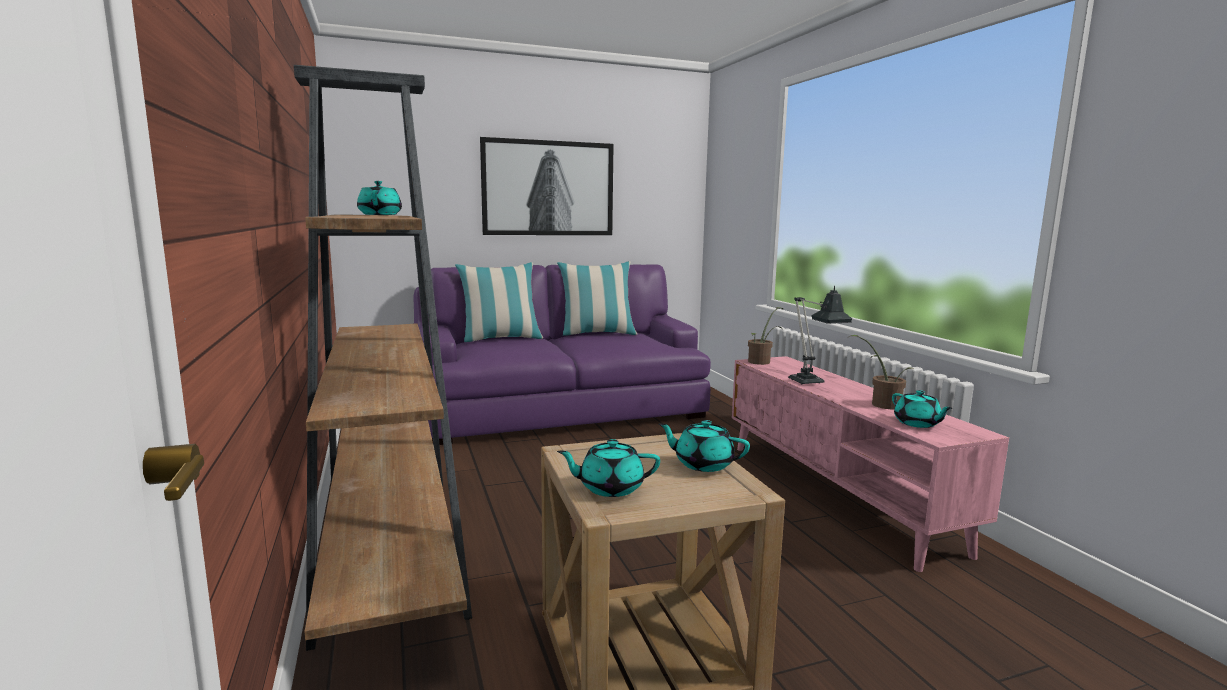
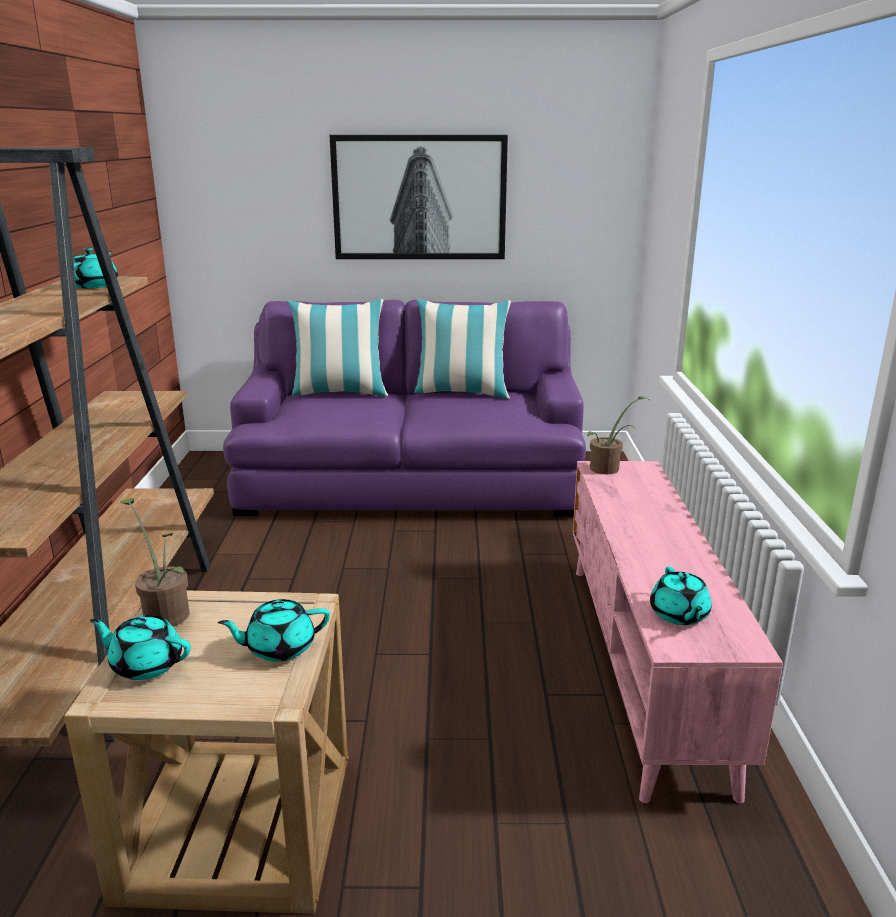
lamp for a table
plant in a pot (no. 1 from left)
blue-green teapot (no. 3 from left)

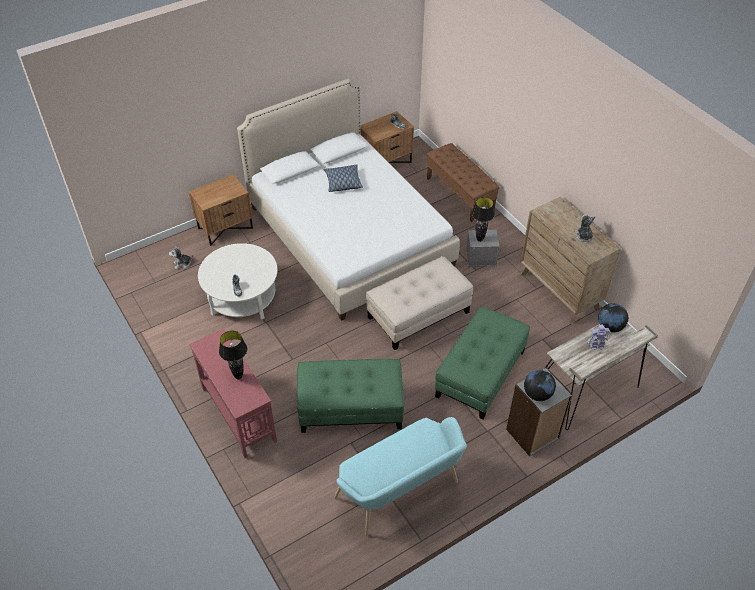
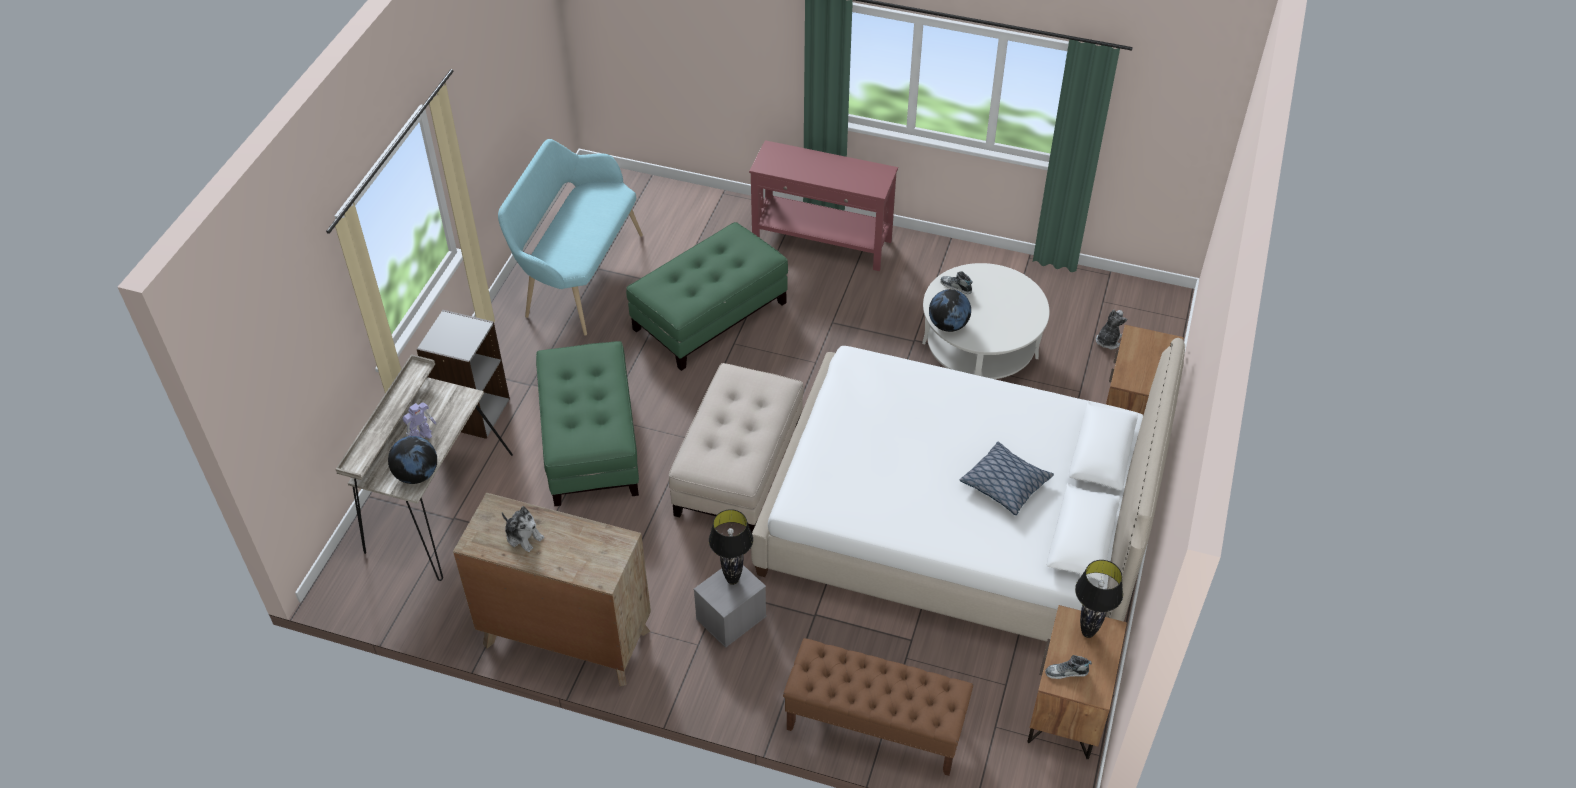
black lamp for a table (no. 2 from left)
desk globe (no. 2 from left)

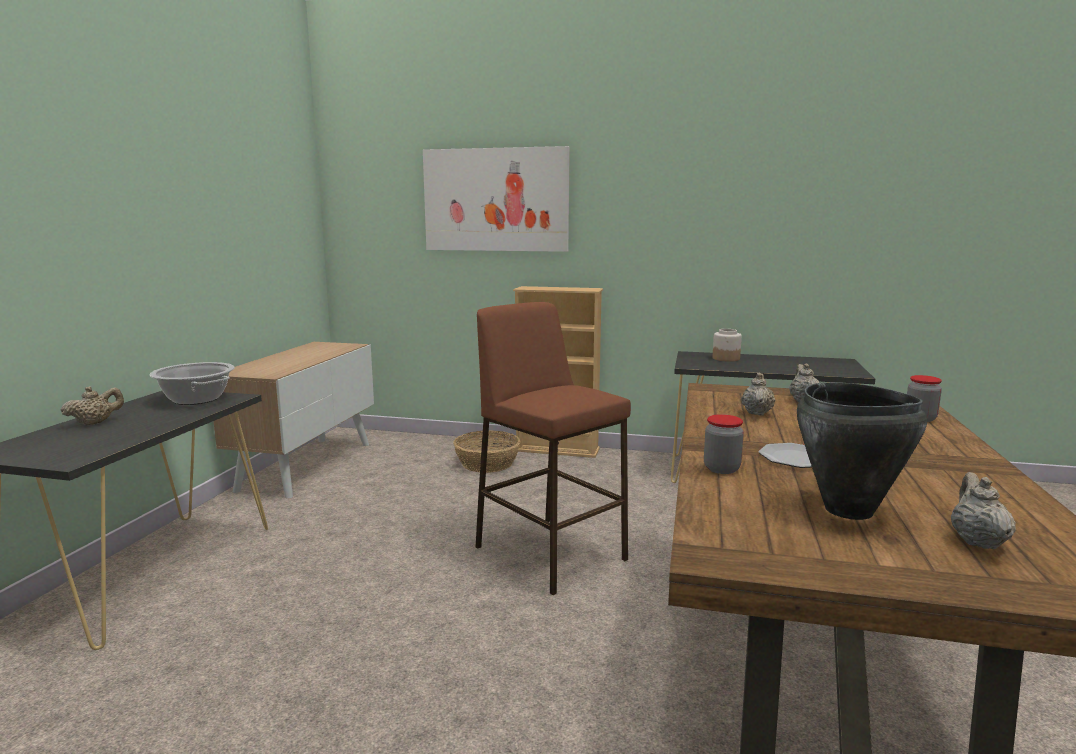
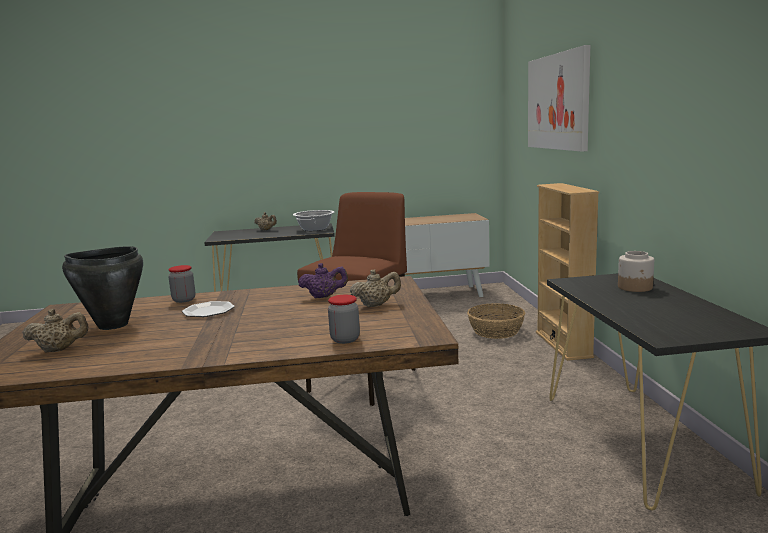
purple teapot

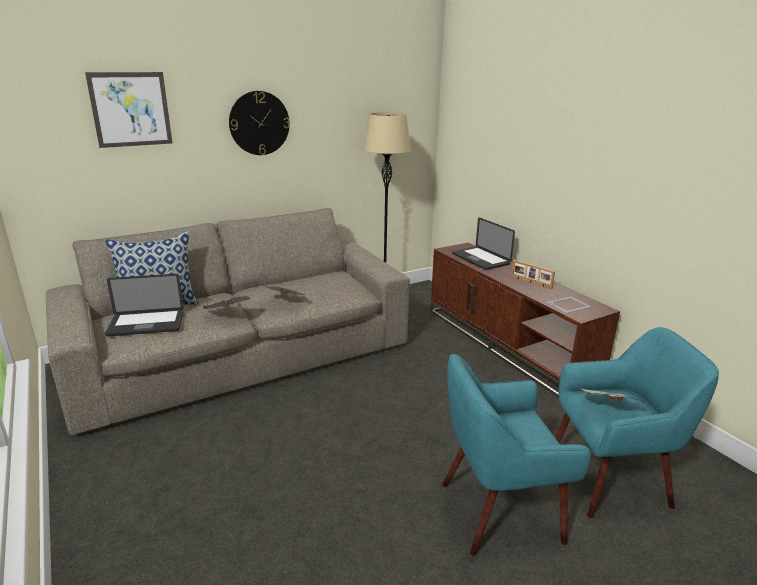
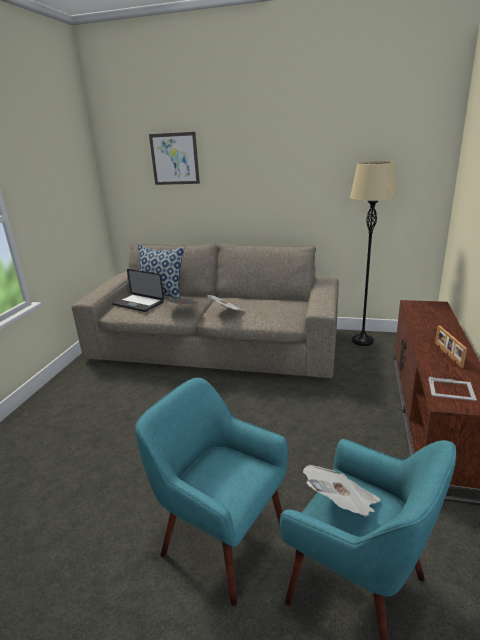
hanging clock
portable computer (no. 2 from left in the first image)

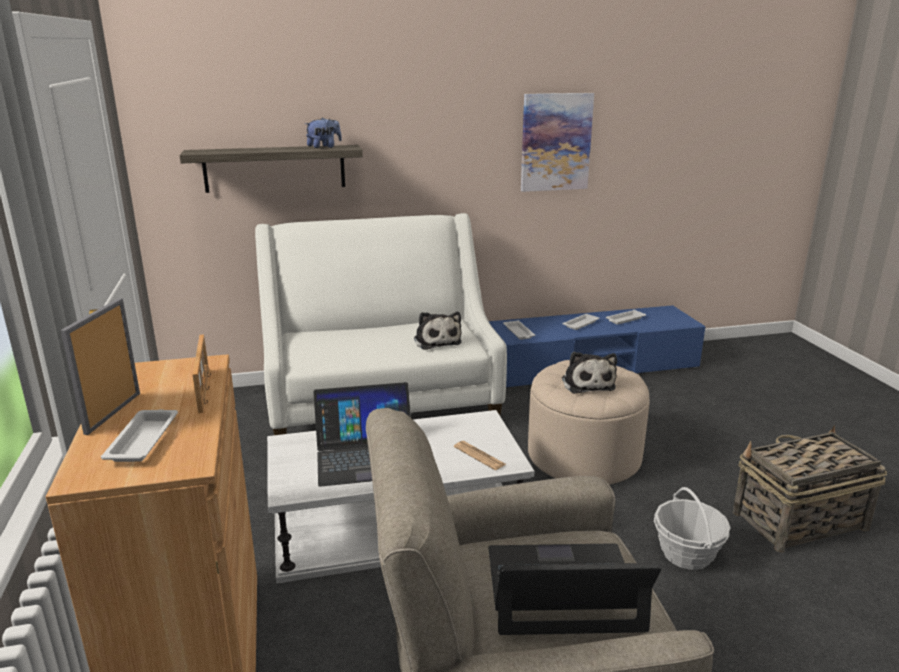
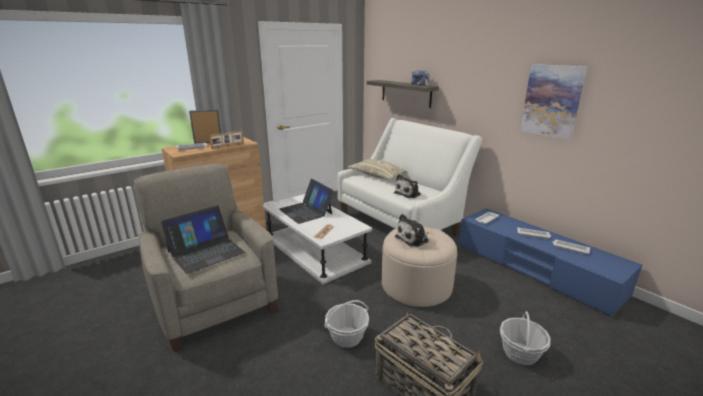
portable computer (no. 1 from left)
beige-coloured cushion
household basket (no. 3 from left)

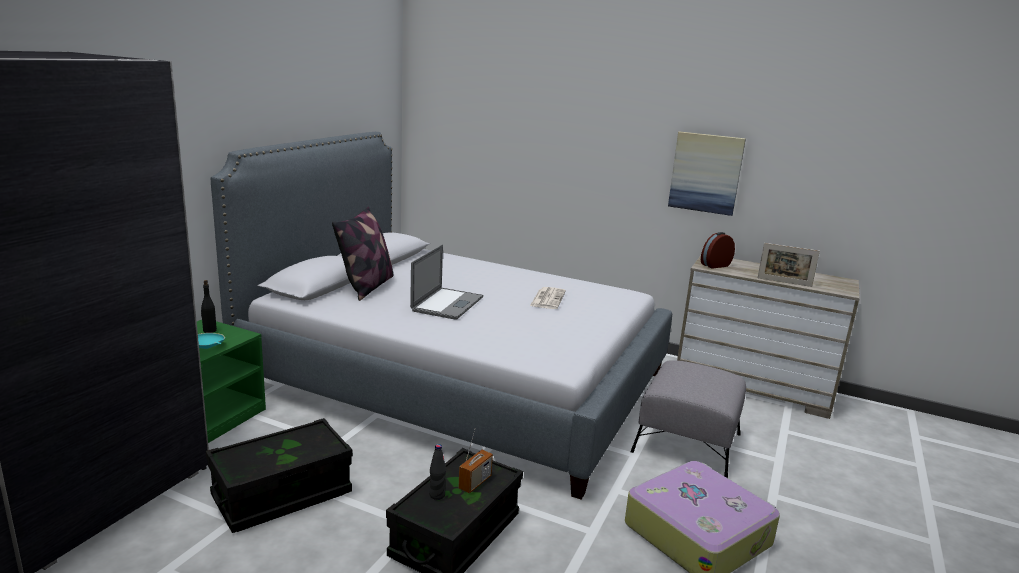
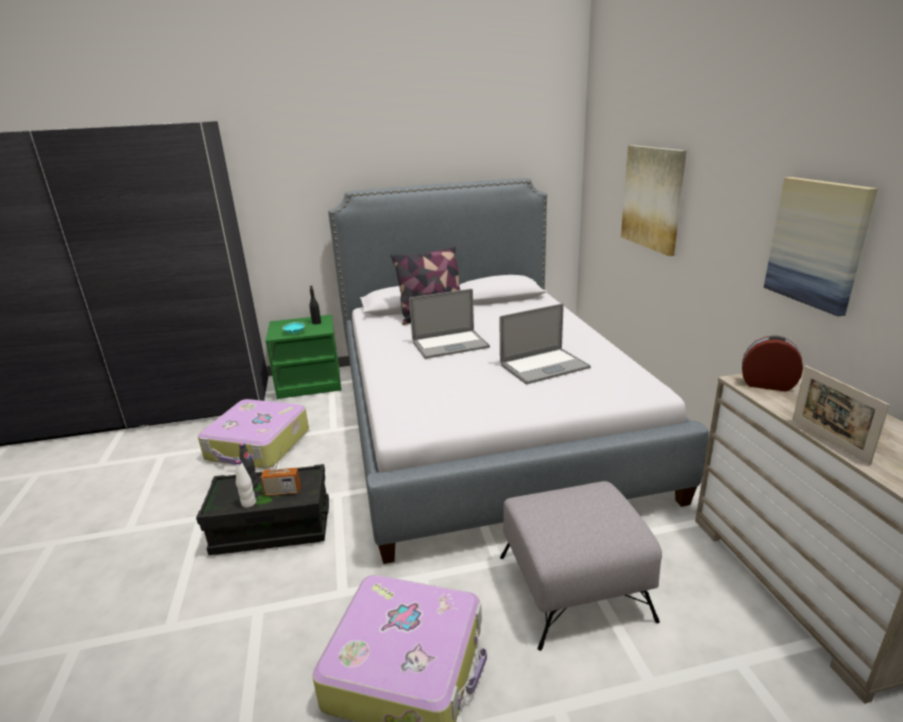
portable computer (no. 2 from left)
piece of luggage (no. 1 from left)
wall art (no. 1 from left)
white drink bottle

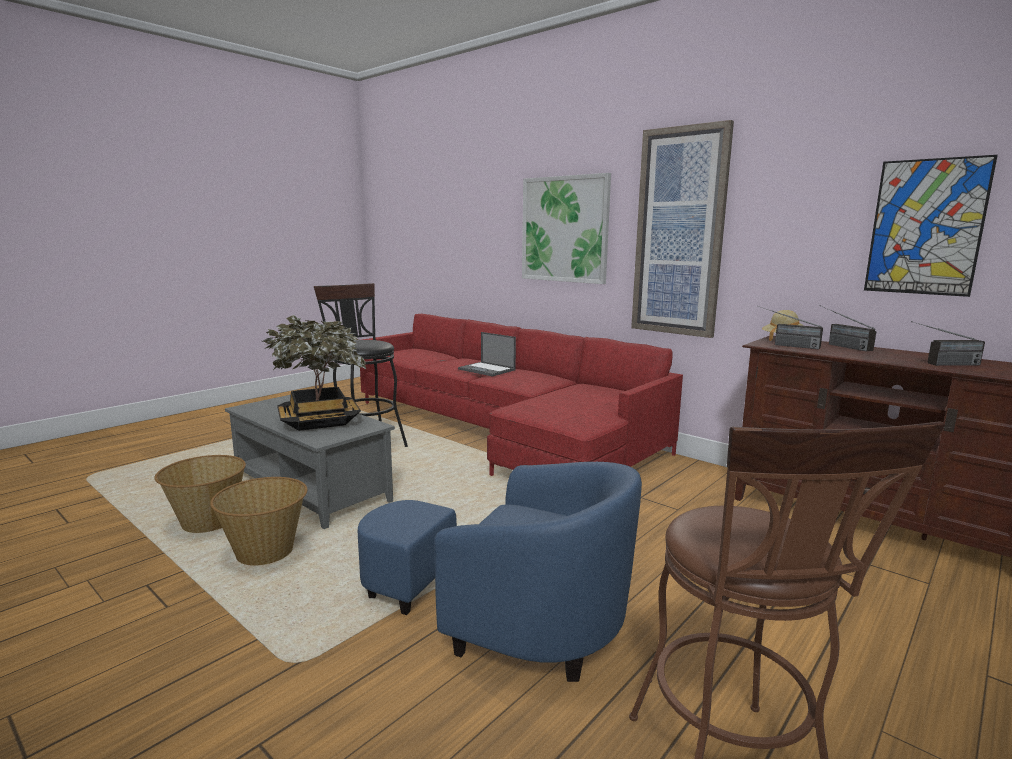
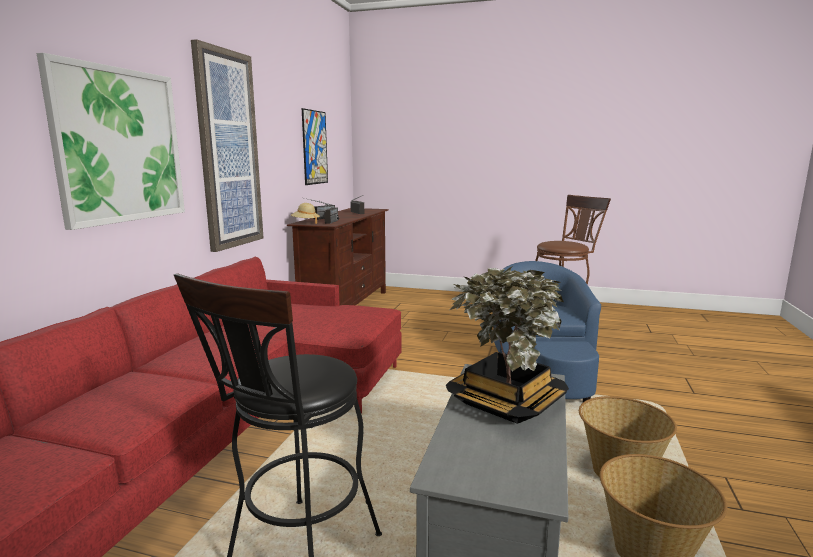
portable computer

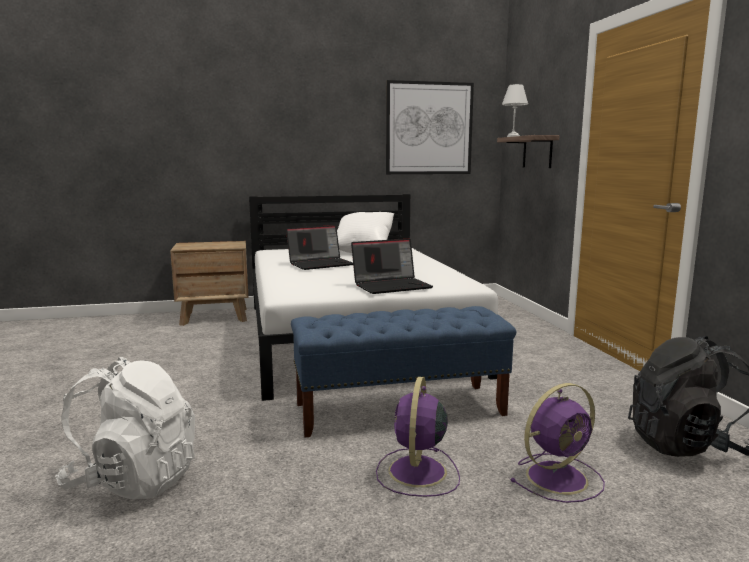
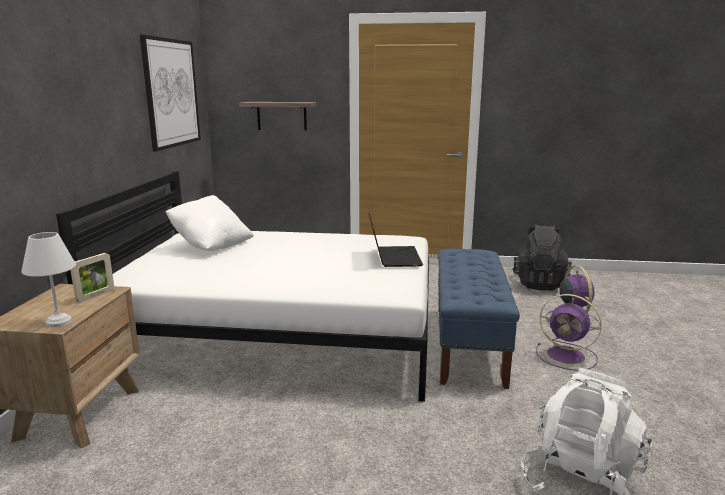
white lamp for a table
portable computer (no. 1 from left in the first image)
picture frame

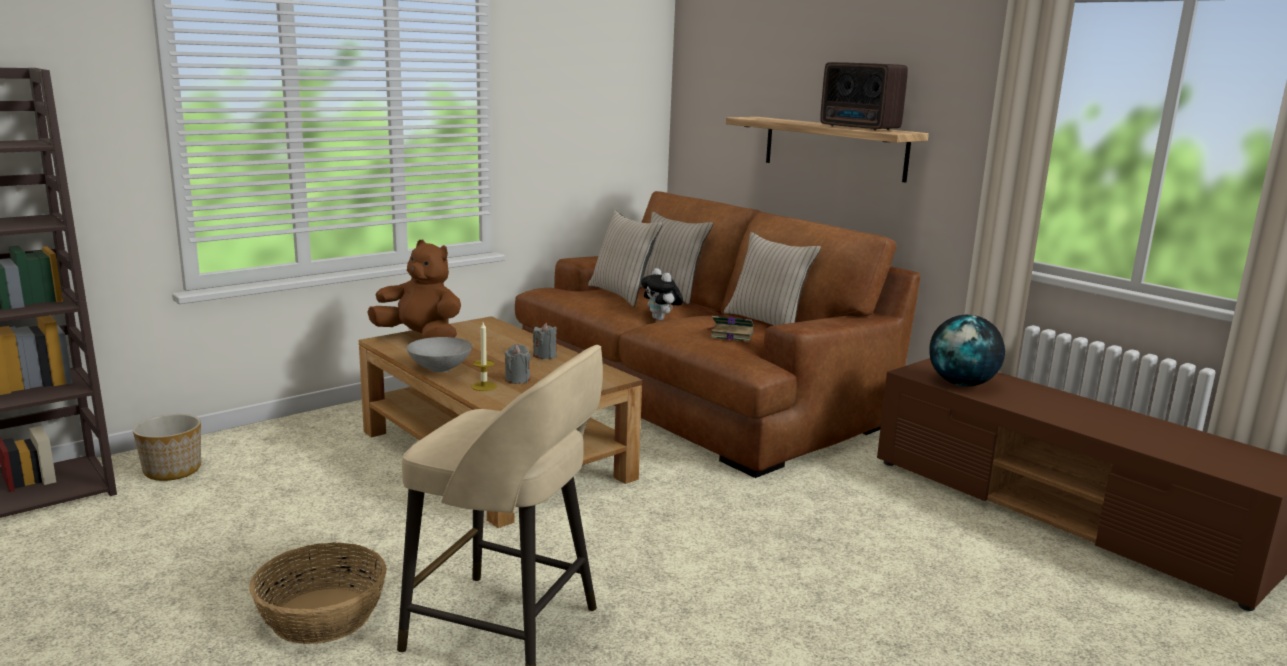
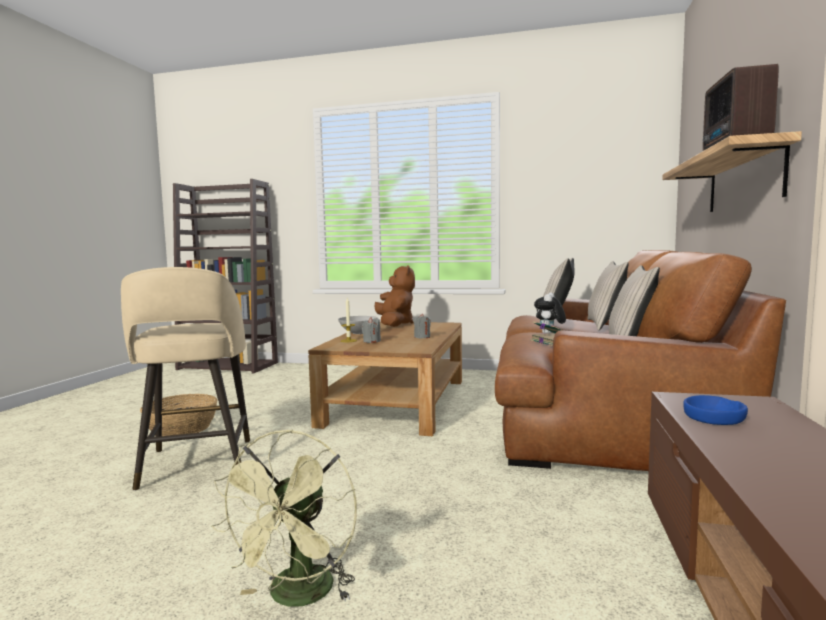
blue deep dish
plant pot
green fan

